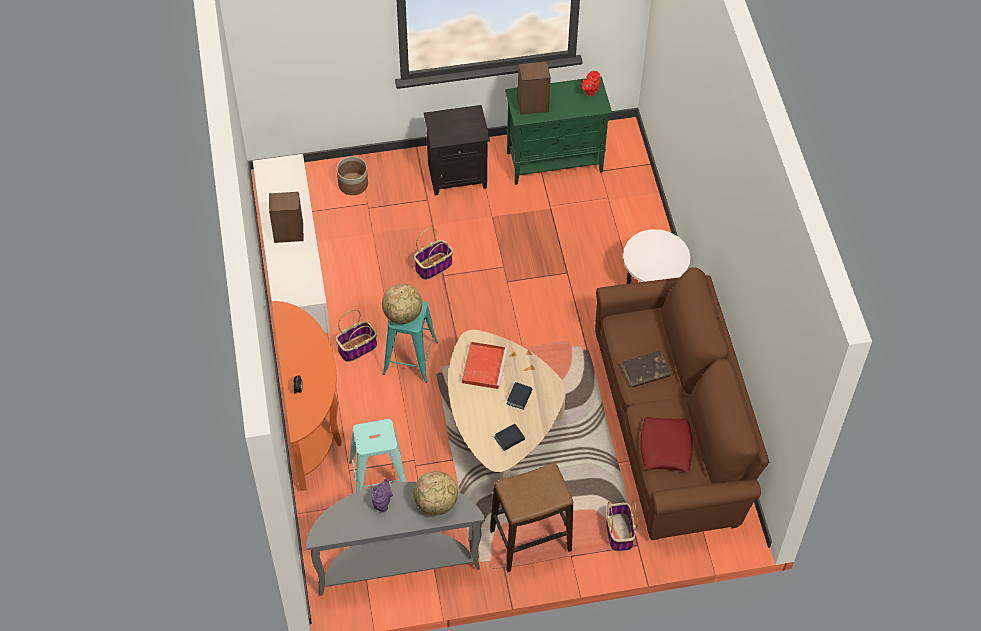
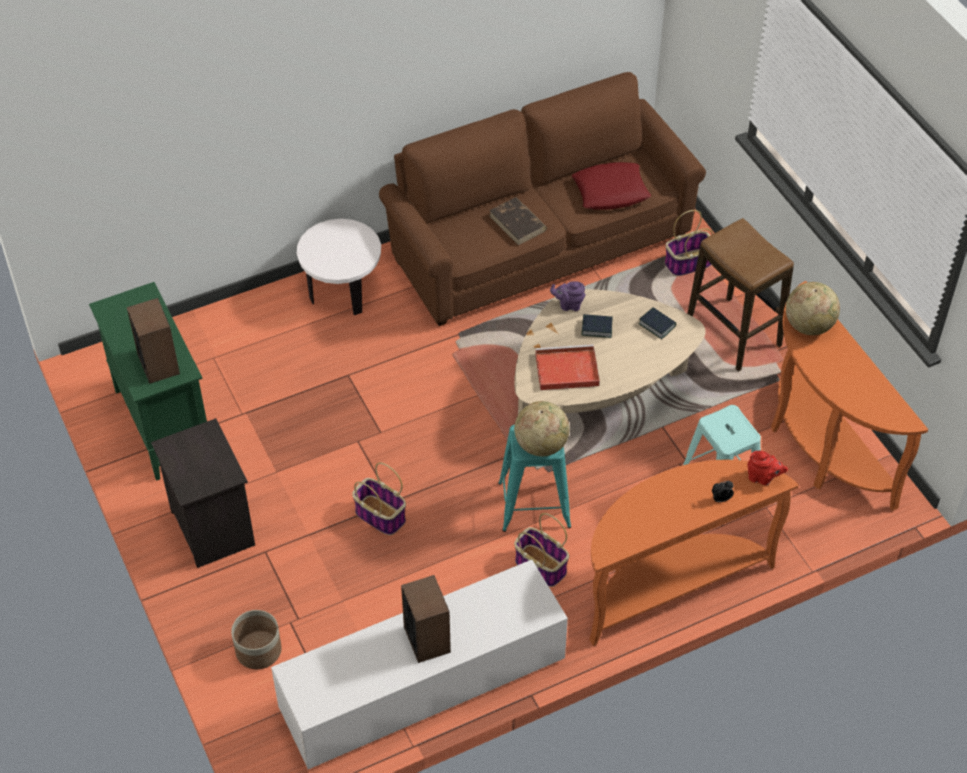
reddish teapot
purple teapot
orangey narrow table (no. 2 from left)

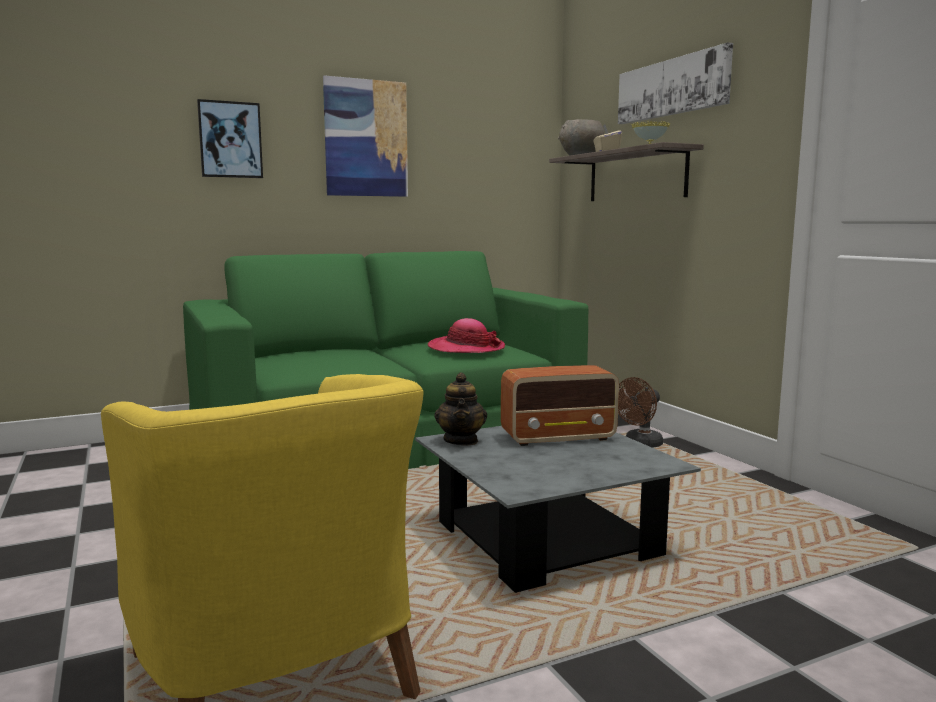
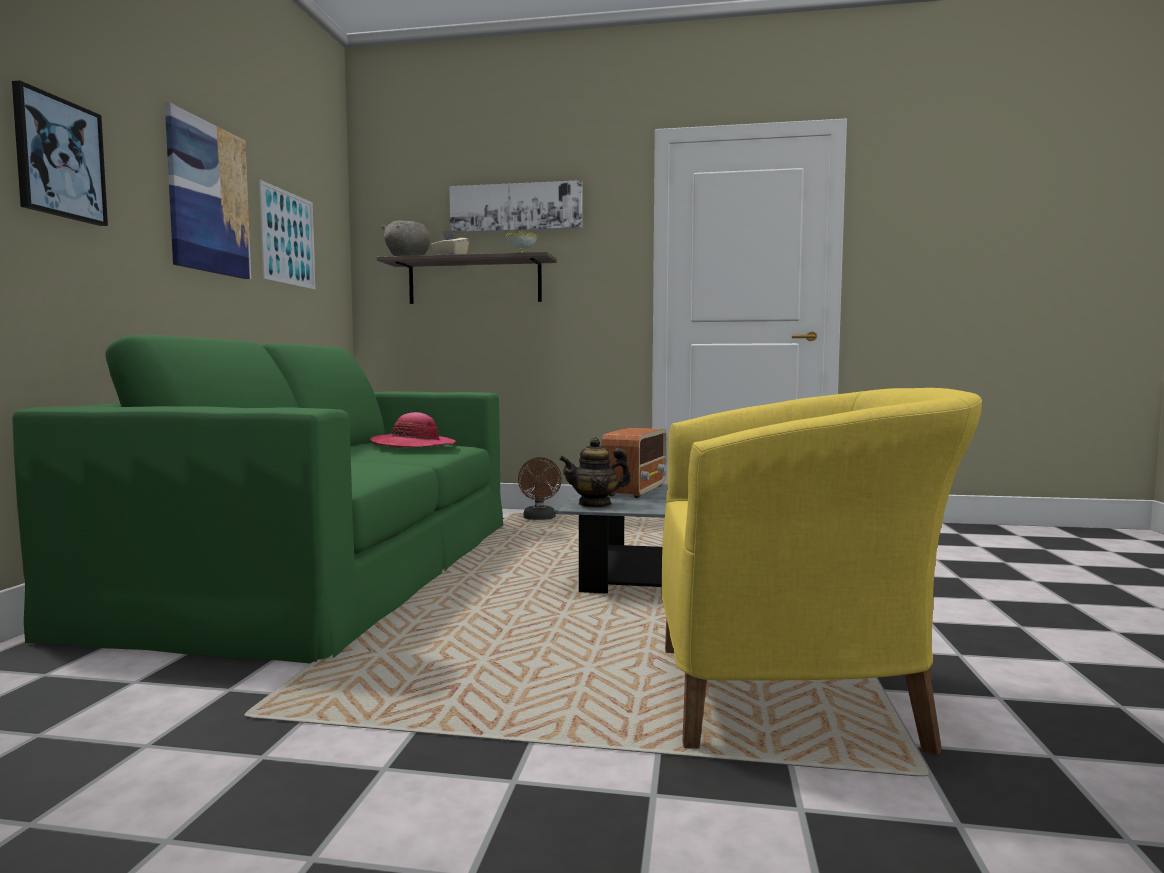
teapot
wall art (no. 3 from left)

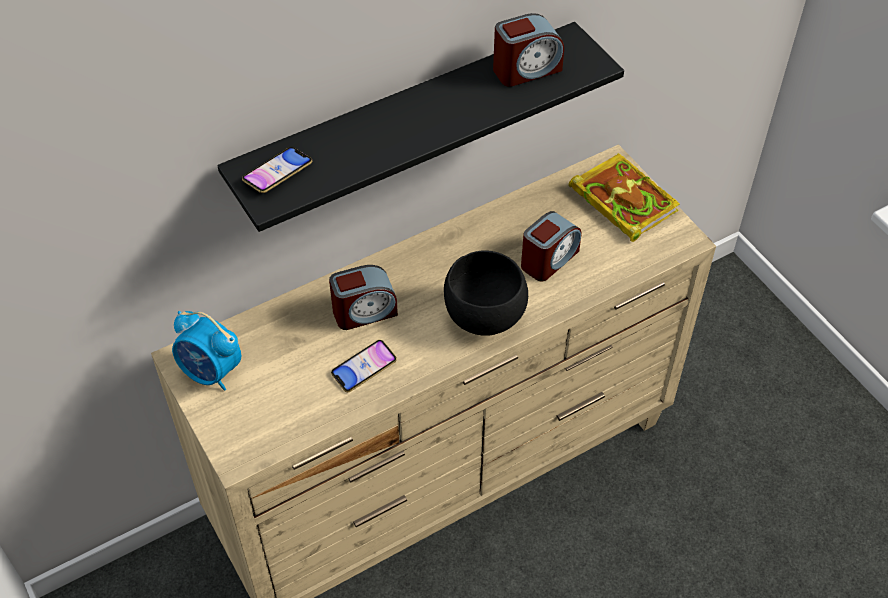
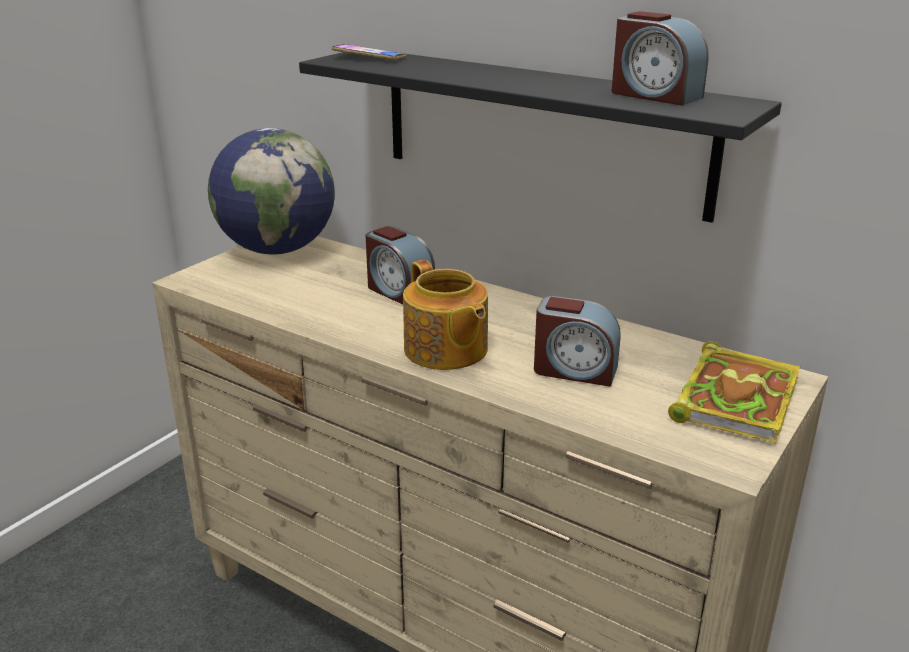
teapot
desk globe
telephone (no. 2 from left in the first image)

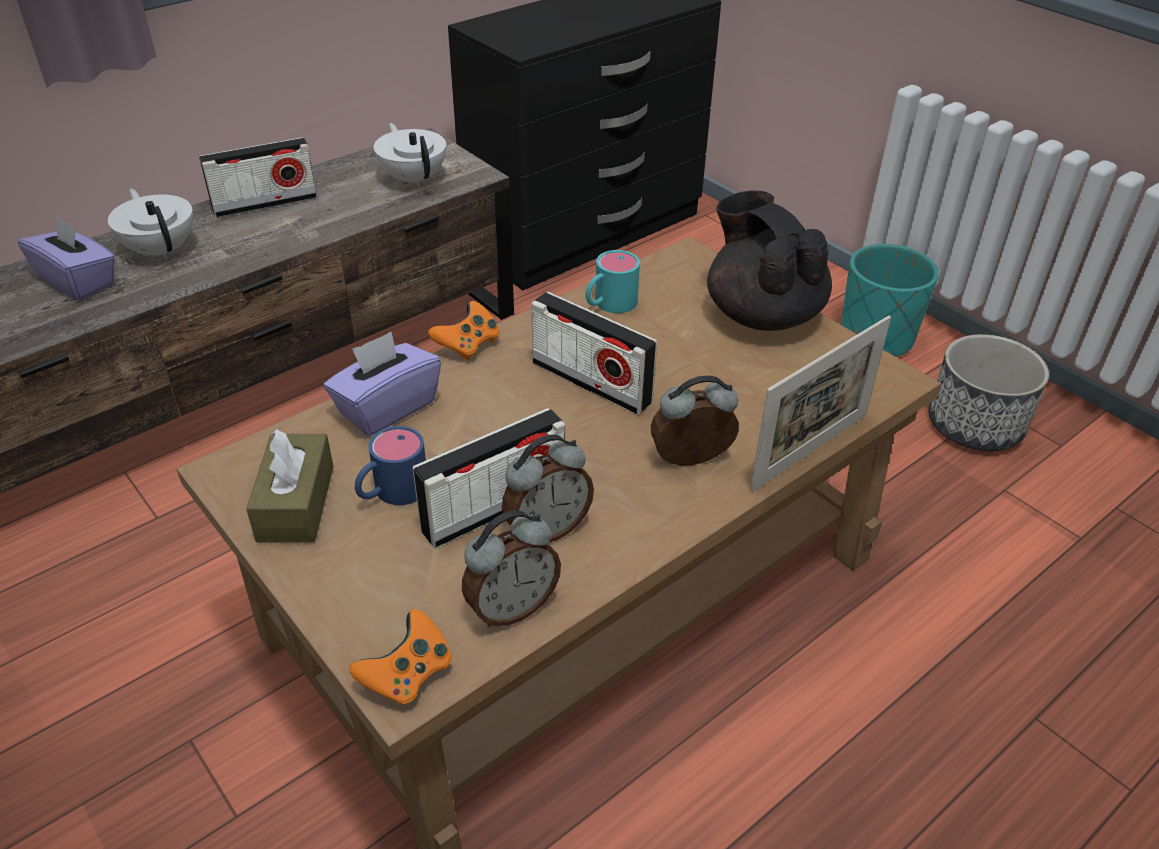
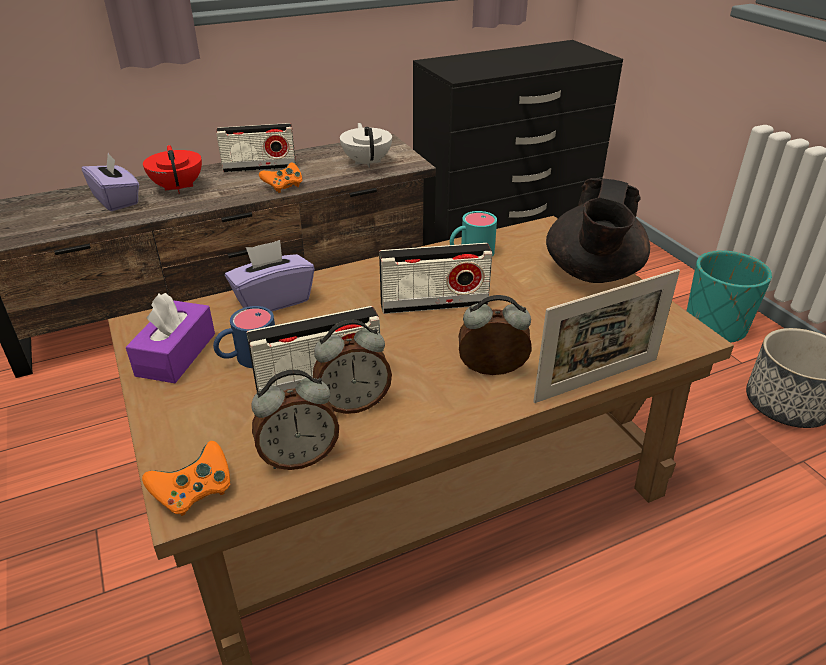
reddish teapot
black teapot
radio set (no. 3 from left)
orangey joypad (no. 2 from left)
purple tissue box (no. 2 from left)

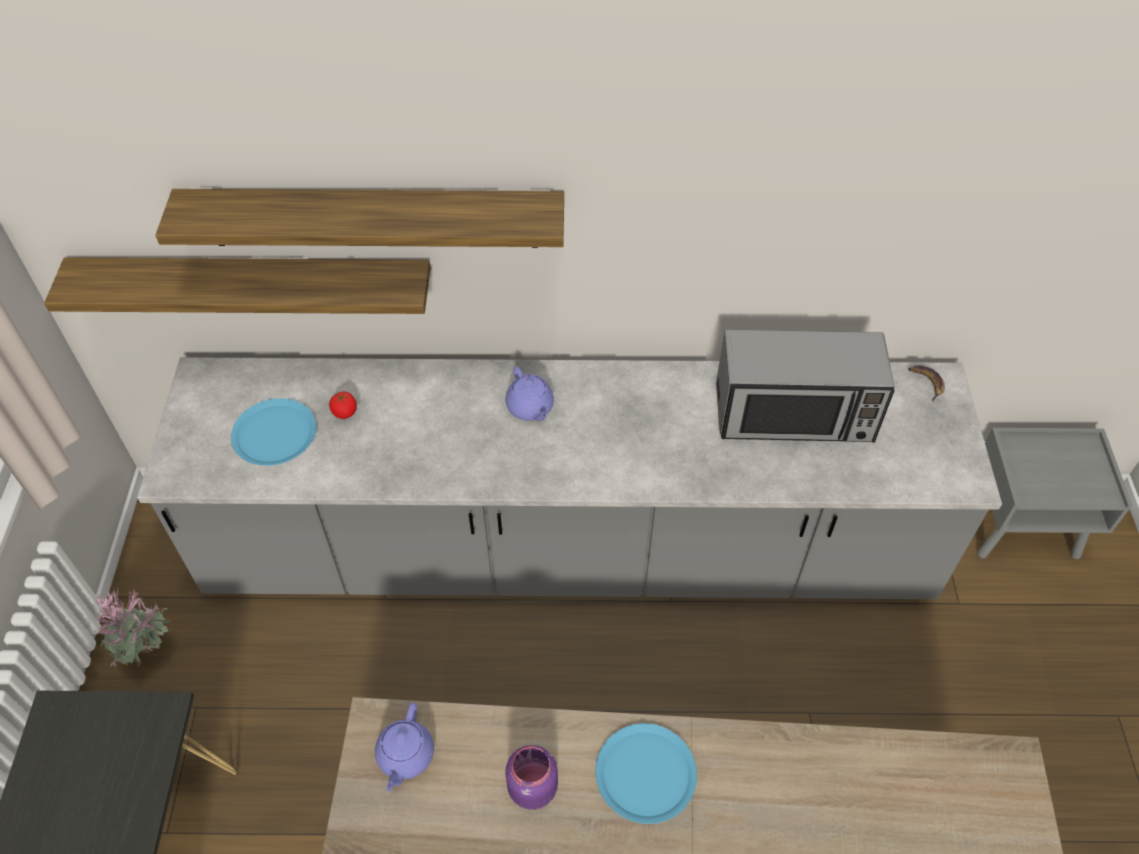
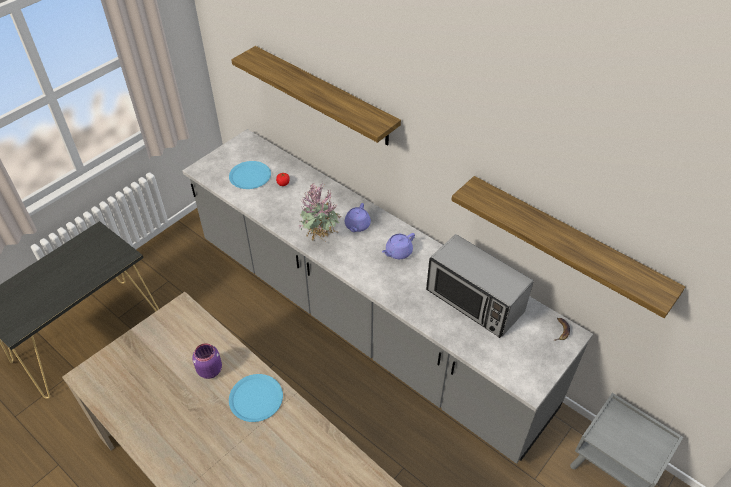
bracket shelf (no. 2 from left)
plant in a pot
purple teapot (no. 2 from left)

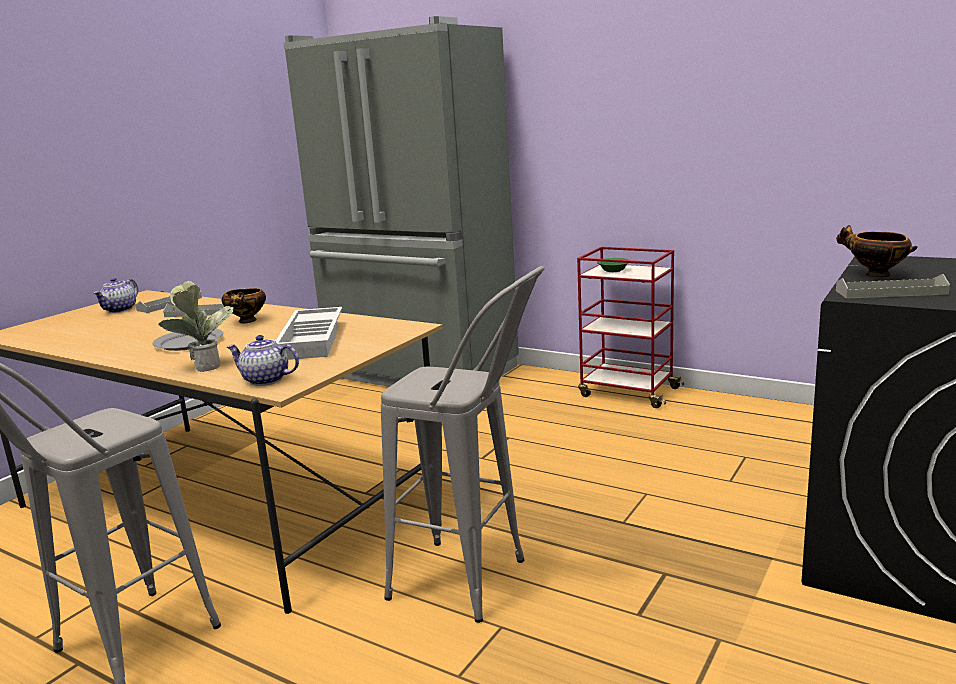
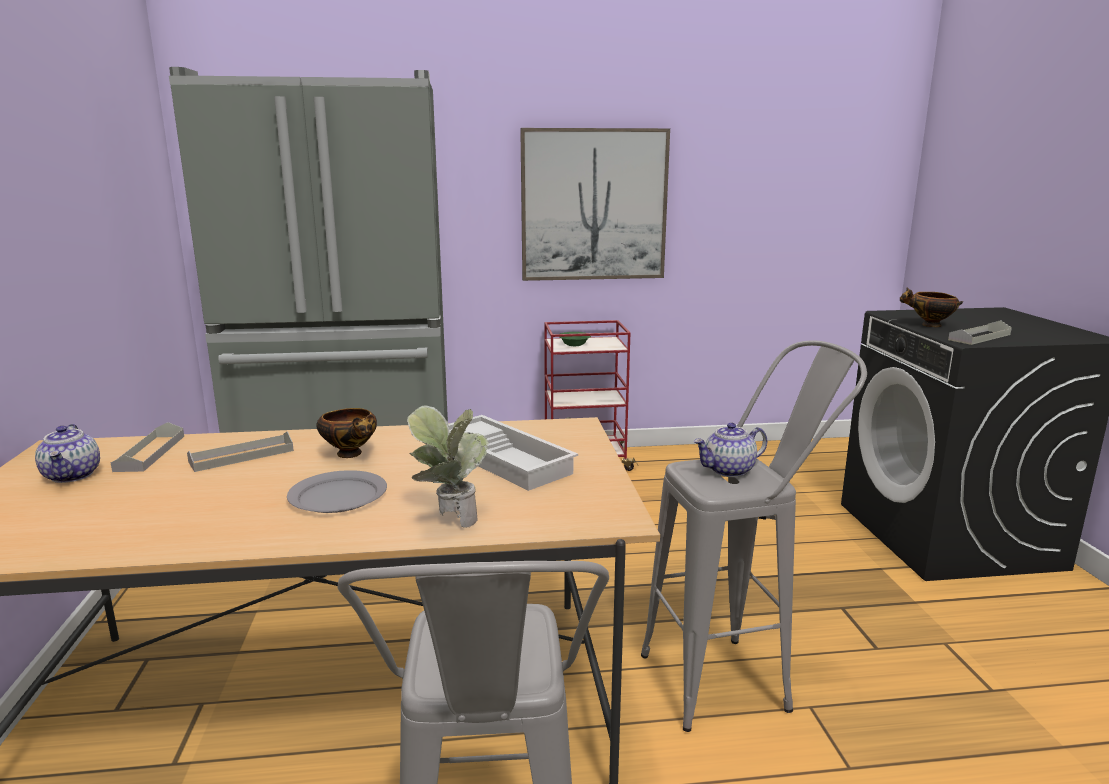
teapot (no. 2 from left)
wall art

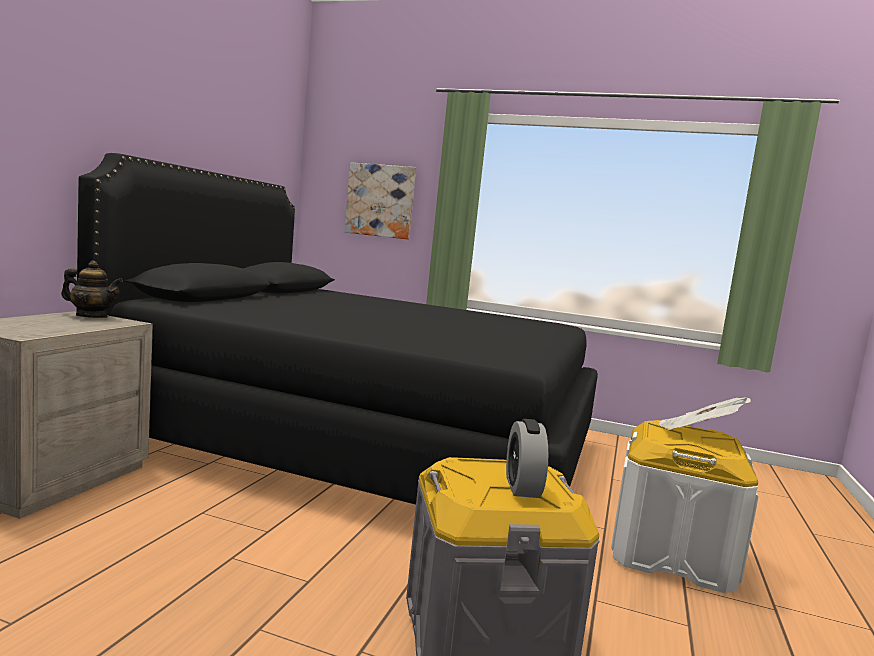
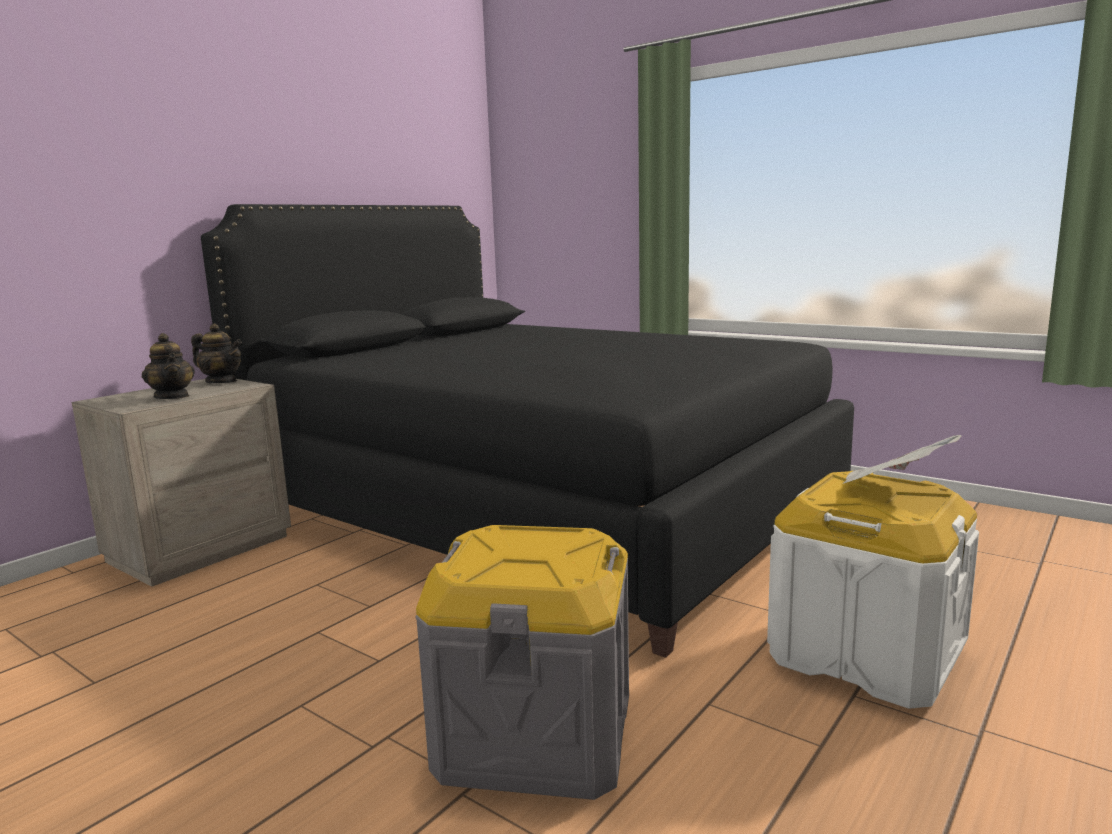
wall art
table clock
teapot (no. 1 from left)

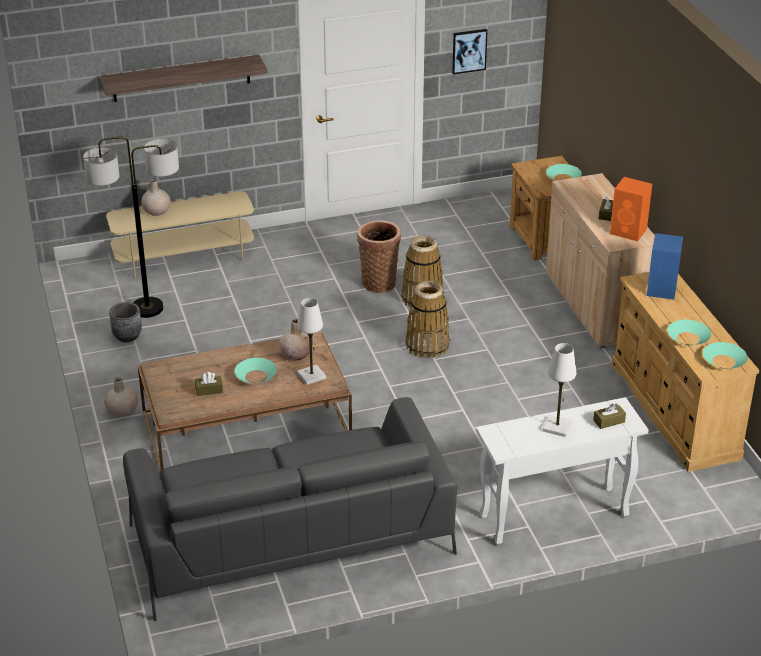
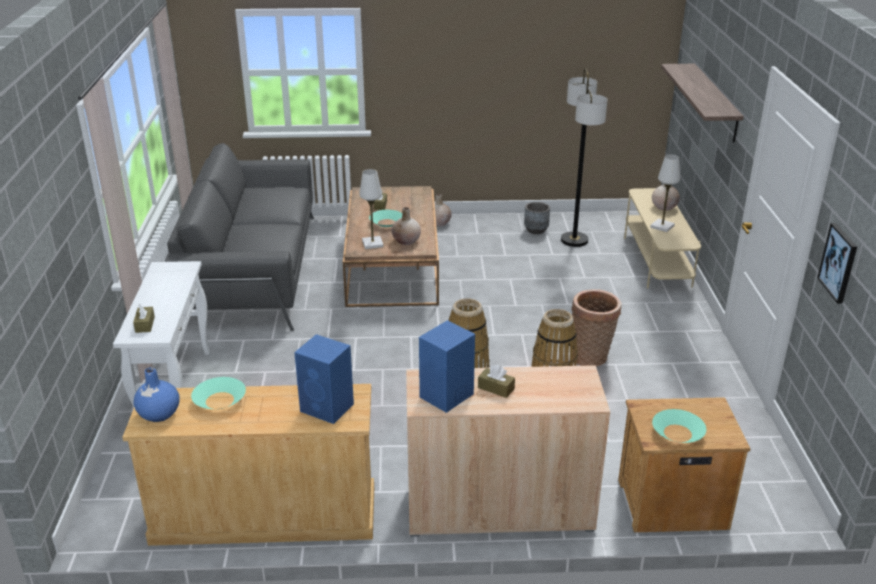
blue audio speaker (no. 2 from left)
blue vase
white lamp for a table (no. 2 from left)

